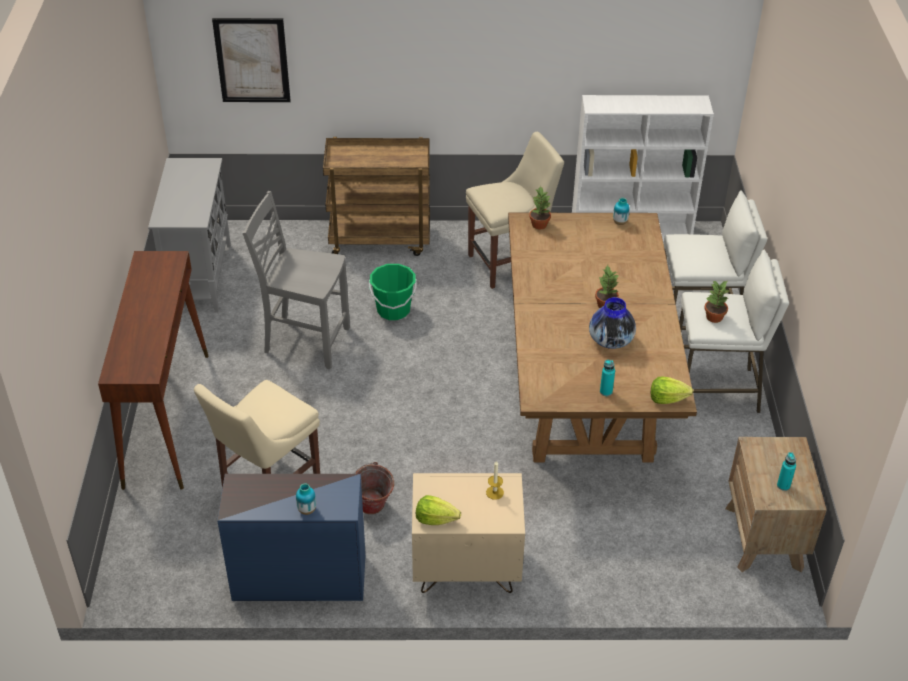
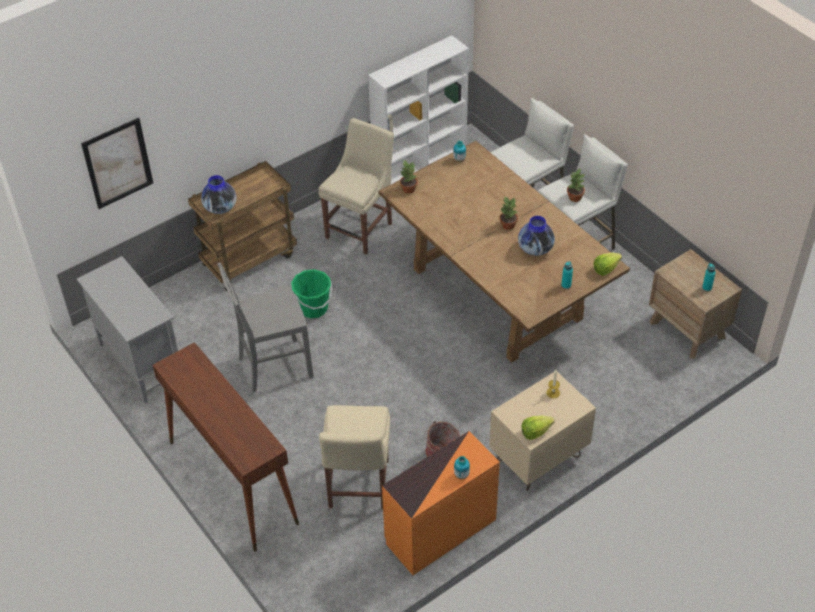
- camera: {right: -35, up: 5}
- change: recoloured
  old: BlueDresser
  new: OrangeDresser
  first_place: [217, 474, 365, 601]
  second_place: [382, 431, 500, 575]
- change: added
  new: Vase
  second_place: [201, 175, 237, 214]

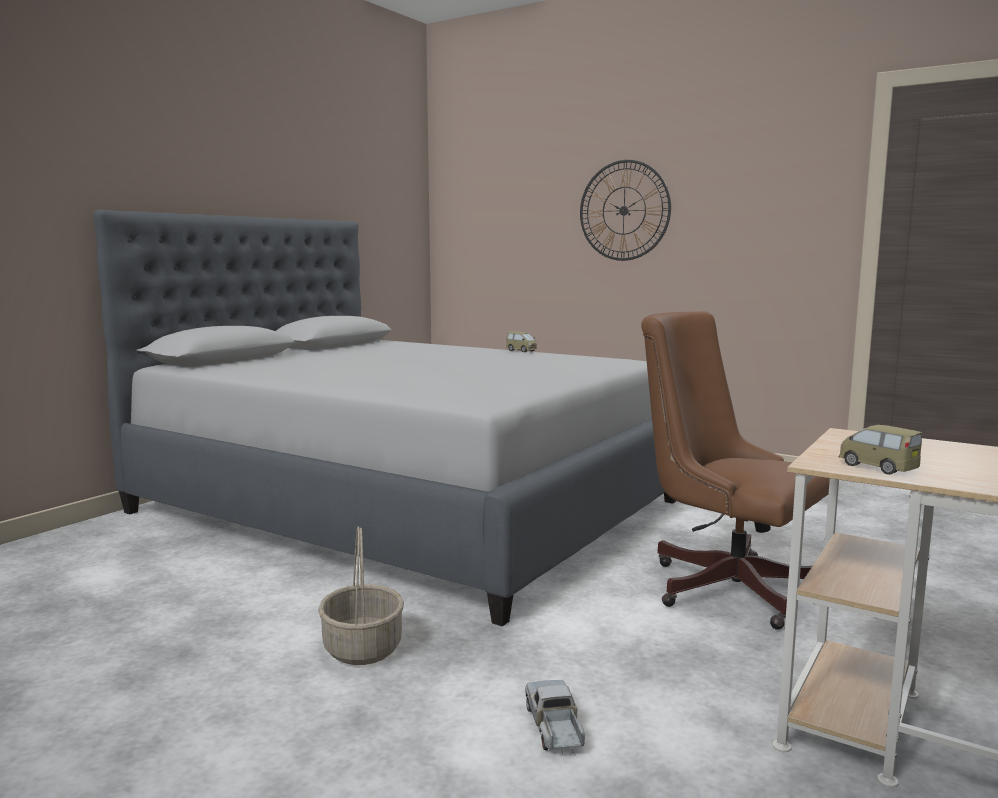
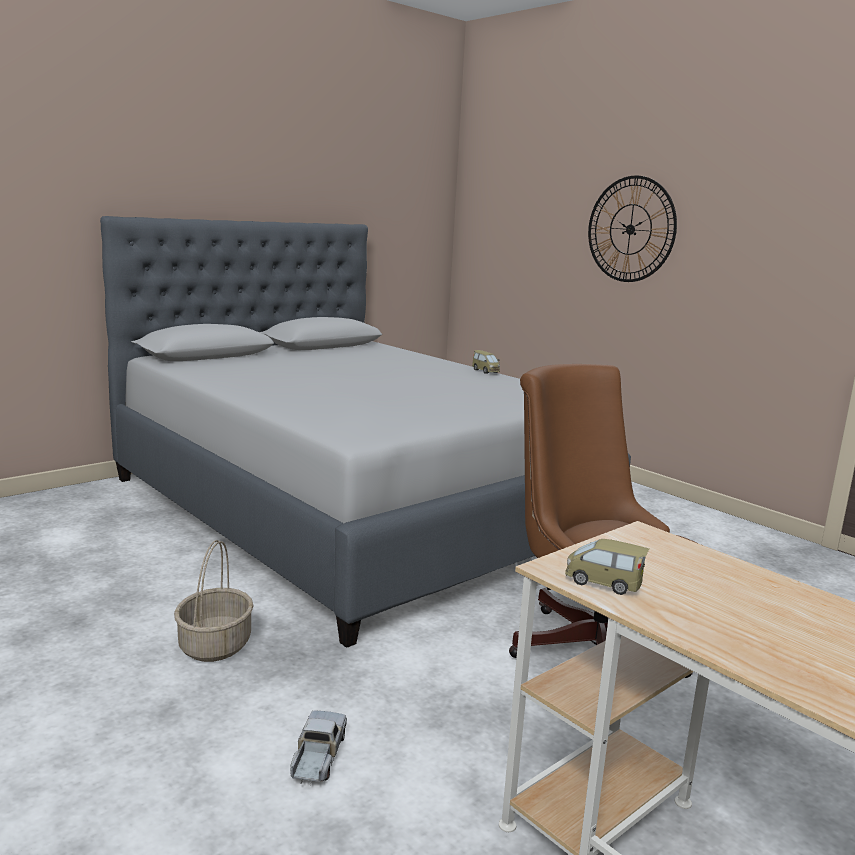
- camera: {right: 15, up: 5}
- change: turned
  old: ToyCar
  first_place: [838, 425, 924, 475]
  second_place: [565, 539, 649, 595]
  degrees: -45

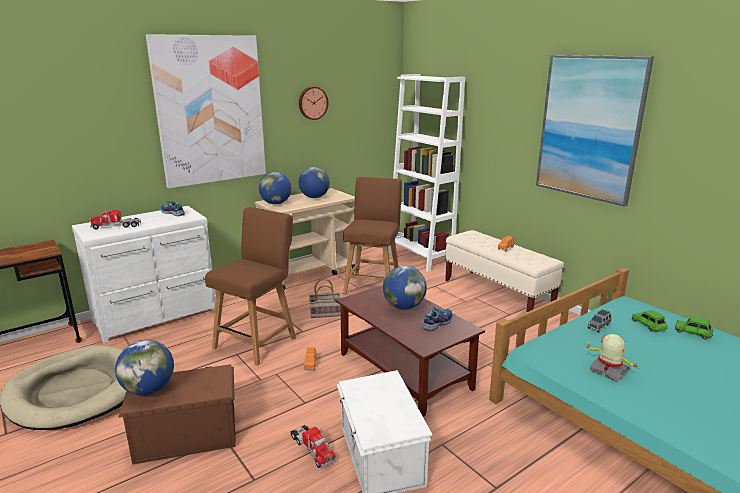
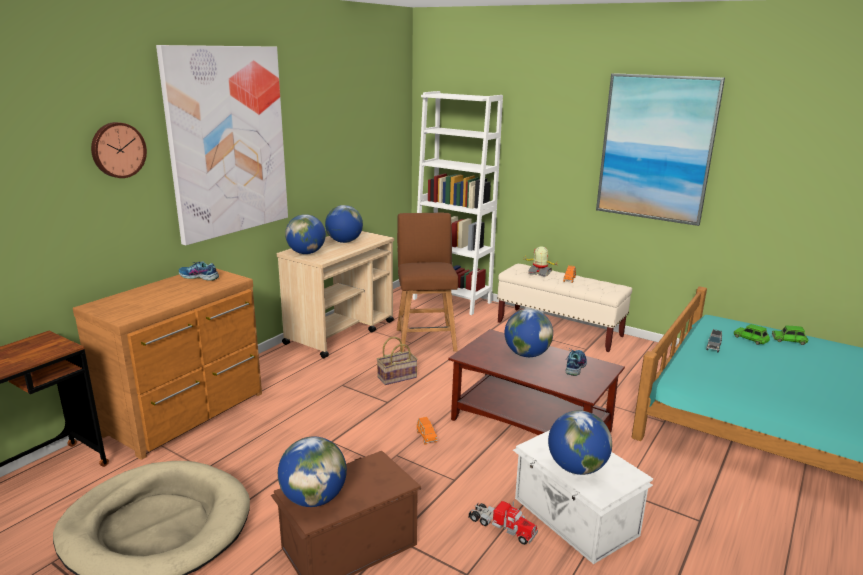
- camera: {right: -20, up: 0}
- change: moved
  old: WallClock
  first_place: [299, 86, 328, 120]
  second_place: [91, 122, 147, 178]
- change: recoloured
  old: WhiteDresser
  new: BrownDresser
  first_place: [72, 206, 216, 343]
  second_place: [73, 268, 262, 460]
- change: removed
  old: BrownChair
  first_place: [205, 207, 296, 366]
- change: removed
  old: ToyTruck
  first_place: [90, 208, 141, 230]
- change: moved
  old: ToyRobot
  first_place: [584, 334, 640, 382]
  second_place: [524, 246, 557, 277]
- change: added
  new: Globe
  second_place: [548, 411, 612, 475]

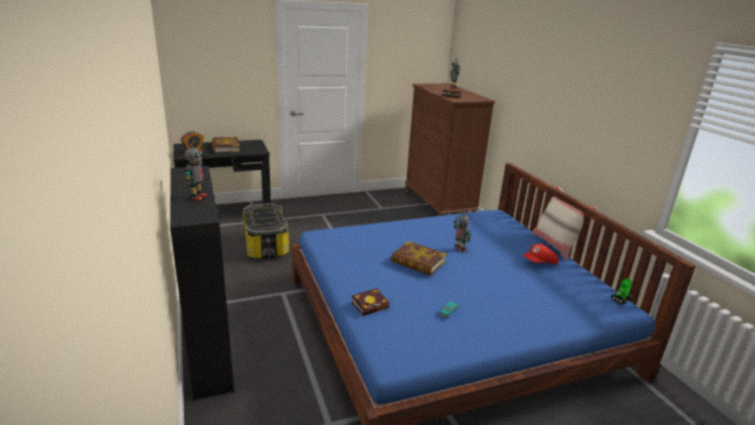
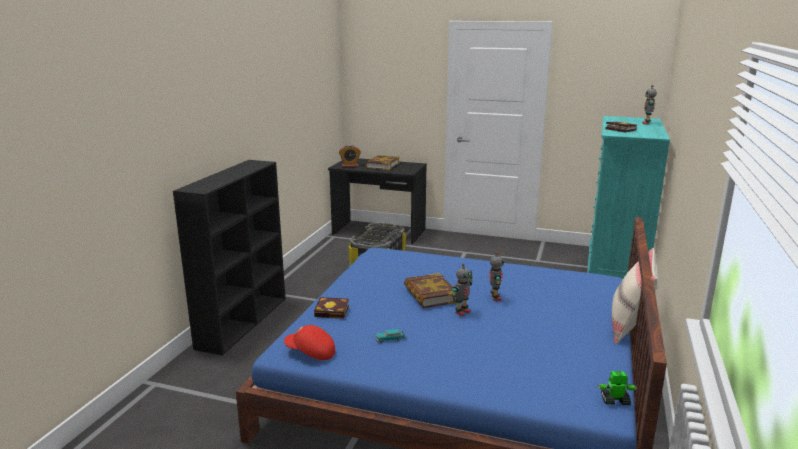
- camera: {right: 40, up: -5}
- change: recoloured
  old: BrownDresser
  new: TurquoiseDresser
  first_place: [405, 83, 495, 216]
  second_place: [587, 116, 670, 279]
- change: moved
  old: ToyRobot
  first_place: [185, 143, 207, 201]
  second_place: [452, 263, 473, 316]
- change: moved
  old: RedCap
  first_place: [523, 244, 559, 264]
  second_place: [284, 325, 335, 360]

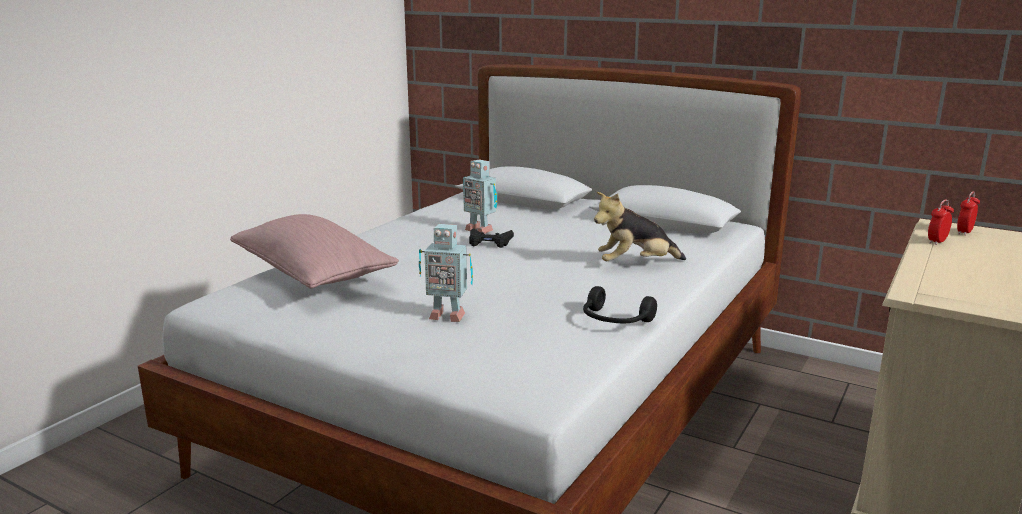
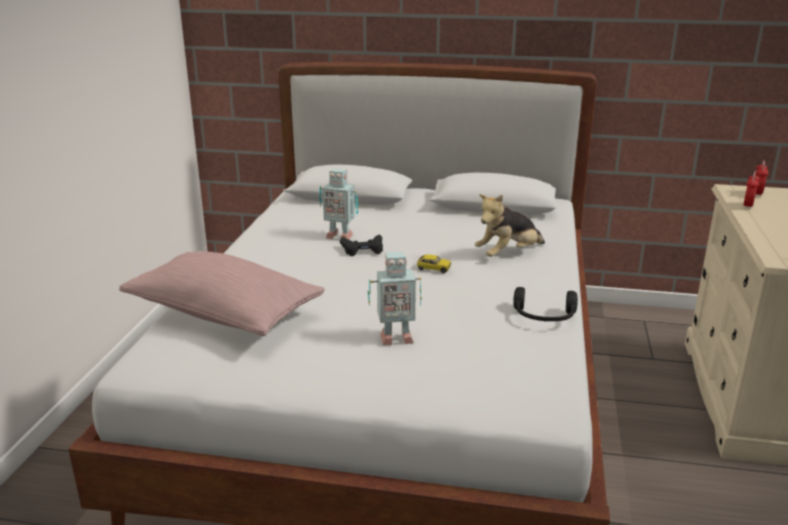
- camera: {right: -20, up: 5}
- change: added
  new: ToyCar
  second_place: [417, 254, 451, 273]

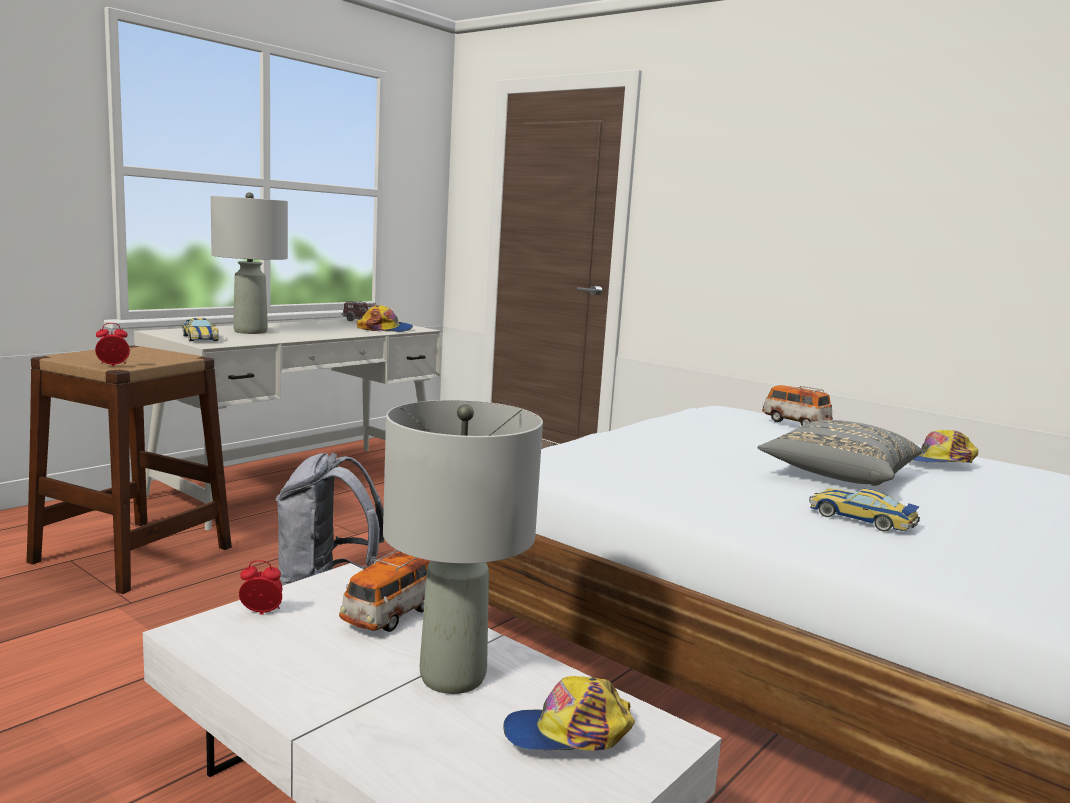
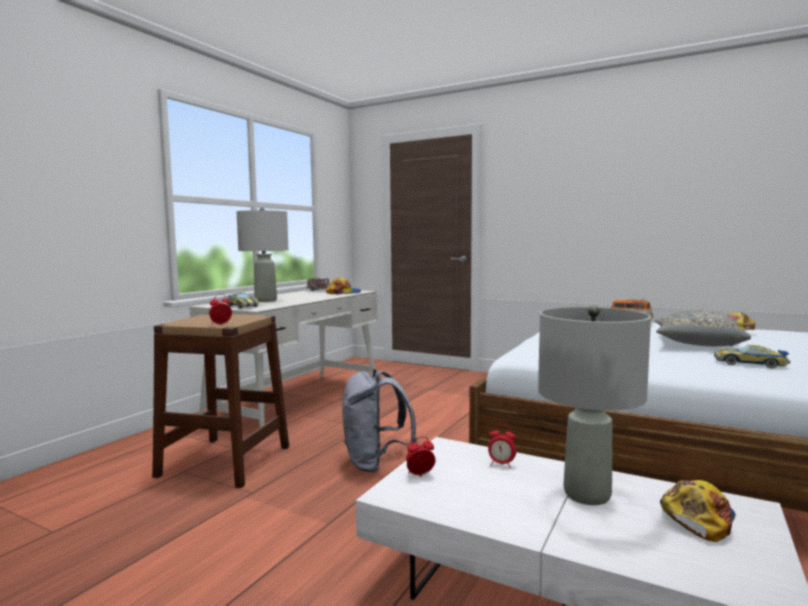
- camera: {right: -10, up: -5}
- change: replaced
  old: ToyCar
  new: AlarmClock
  first_place: [339, 550, 430, 632]
  second_place: [488, 424, 517, 468]
- change: turned
  old: Cap
  first_place: [504, 676, 635, 751]
  second_place: [660, 480, 736, 542]
  degrees: 150

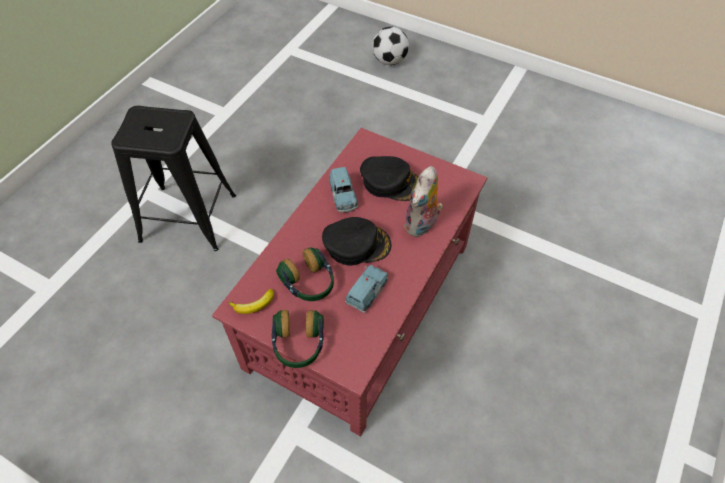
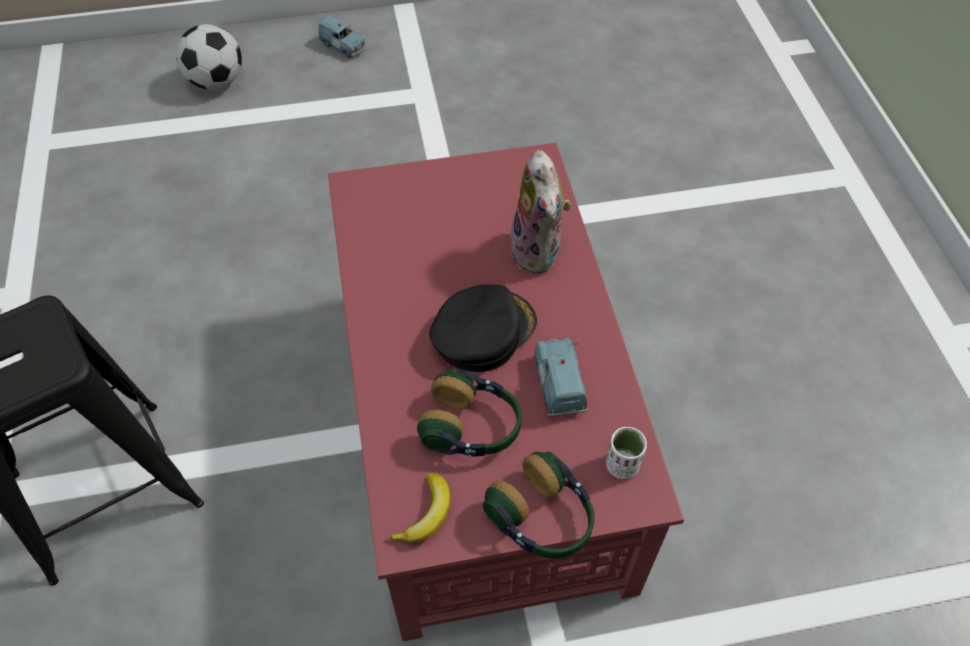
- camera: {right: -40, up: 0}
- change: removed
  old: BlackCap
  first_place: [360, 156, 418, 201]
- change: moved
  old: BlueToyCar
  first_place: [329, 167, 358, 213]
  second_place: [319, 16, 366, 58]
- change: added
  new: WhiteCup
  second_place: [606, 427, 647, 479]

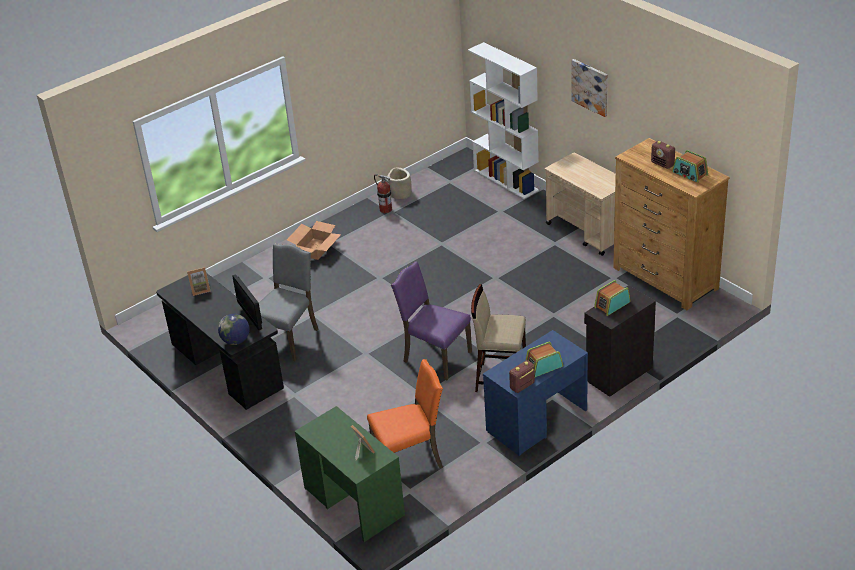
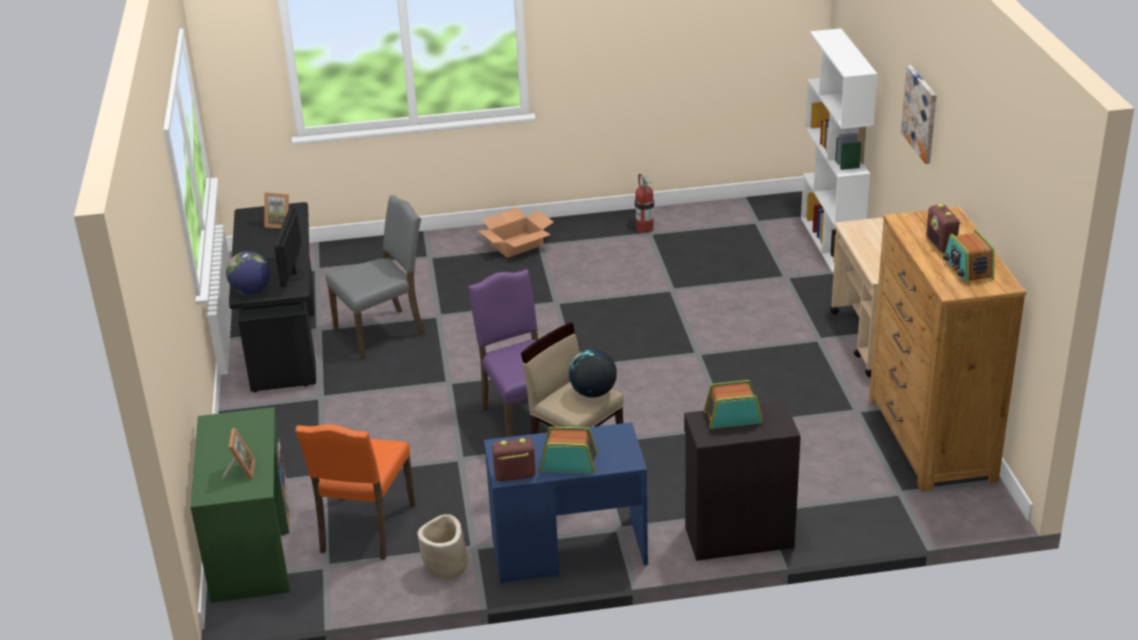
- camera: {right: 30, up: -5}
- change: moved
  old: BeigePlanter
  first_place: [388, 167, 412, 199]
  second_place: [417, 514, 468, 580]
- change: turned
  old: OrangeChair
  first_place: [367, 359, 443, 468]
  second_place: [296, 424, 416, 560]
  degrees: 90
- change: added
  new: Globe
  second_place: [569, 349, 617, 398]

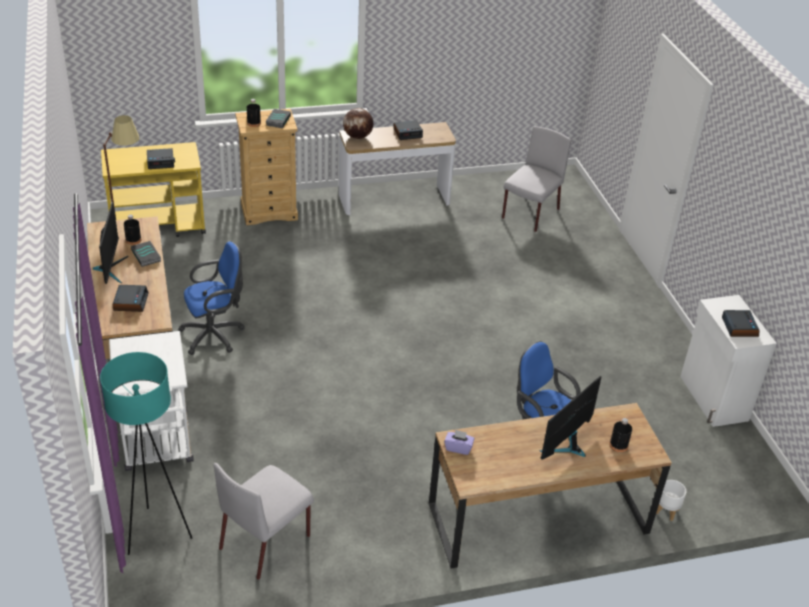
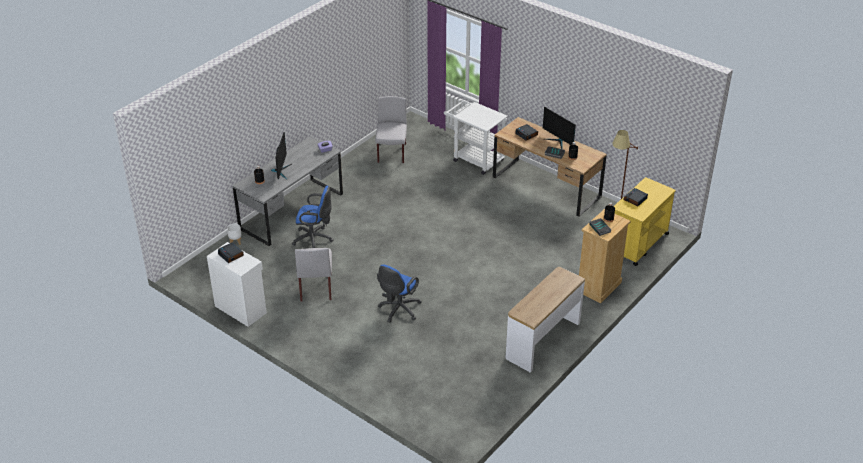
- camera: {right: 145, up: 0}
- change: removed
  old: Globe
  first_place: [343, 108, 373, 139]
- change: removed
  old: AlarmClock
  first_place: [393, 120, 423, 140]
- change: moved
  old: GreyChair
  first_place: [502, 126, 571, 232]
  second_place: [295, 248, 332, 302]
- change: moved
  old: BlueOfficeChair
  first_place: [178, 242, 245, 355]
  second_place: [377, 264, 422, 323]
- change: removed
  old: TurquoiseFloorLamp
  first_place: [100, 352, 192, 555]
- change: recoloured
  old: BrownDesk
  new: GreyDesk
  first_place: [429, 403, 672, 569]
  second_place: [233, 137, 343, 246]

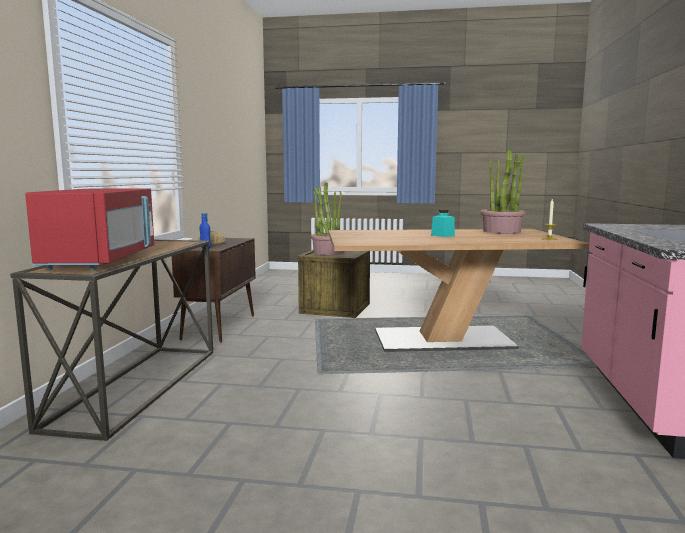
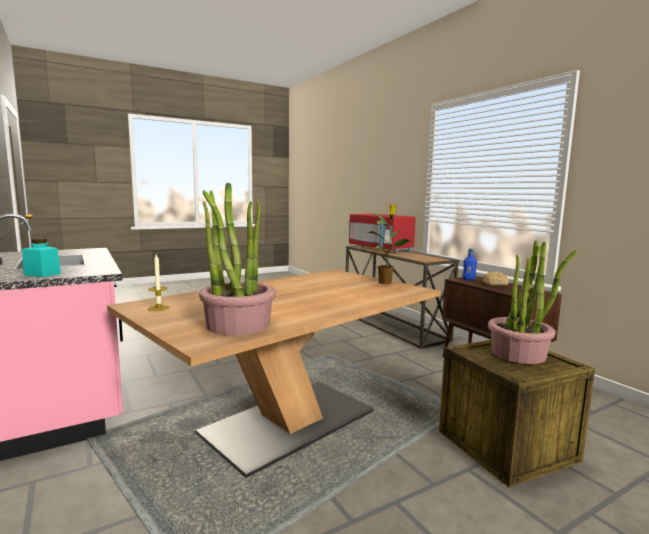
- camera: {right: 140, up: 0}
- change: moved
  old: TurquoiseJar
  first_place: [431, 209, 455, 237]
  second_place: [22, 238, 61, 277]
- change: added
  new: PottedPlant
  second_place: [367, 205, 411, 284]

